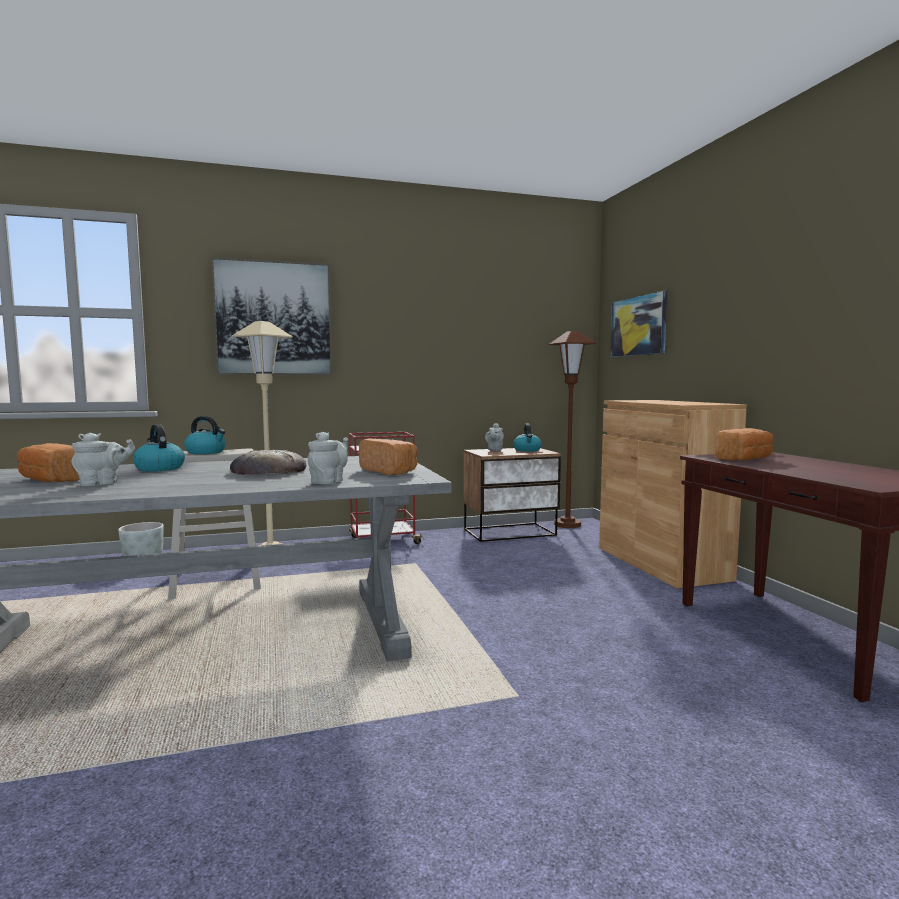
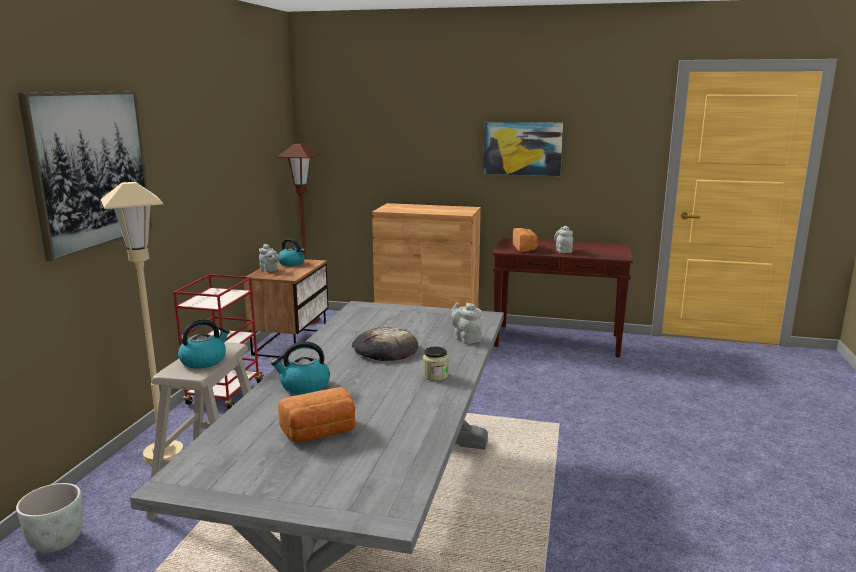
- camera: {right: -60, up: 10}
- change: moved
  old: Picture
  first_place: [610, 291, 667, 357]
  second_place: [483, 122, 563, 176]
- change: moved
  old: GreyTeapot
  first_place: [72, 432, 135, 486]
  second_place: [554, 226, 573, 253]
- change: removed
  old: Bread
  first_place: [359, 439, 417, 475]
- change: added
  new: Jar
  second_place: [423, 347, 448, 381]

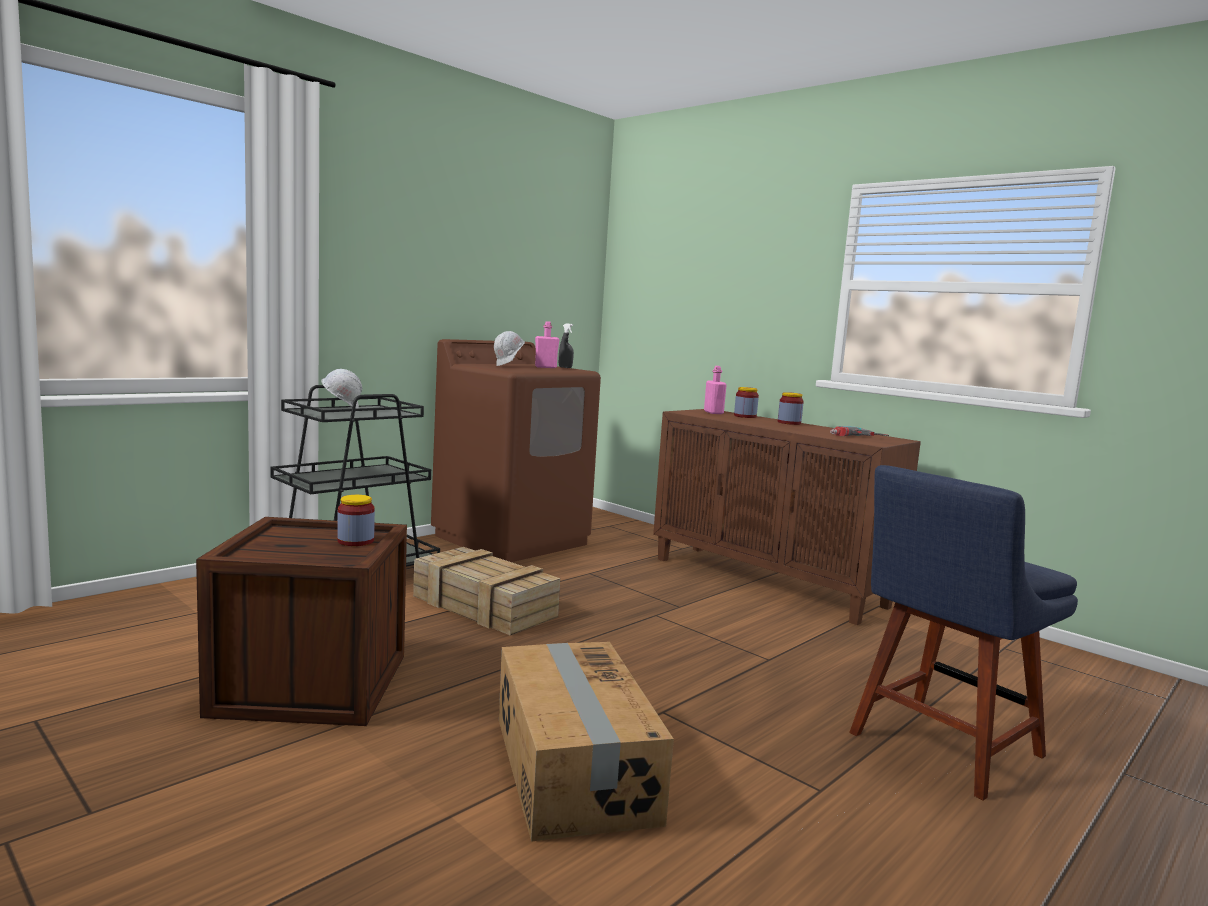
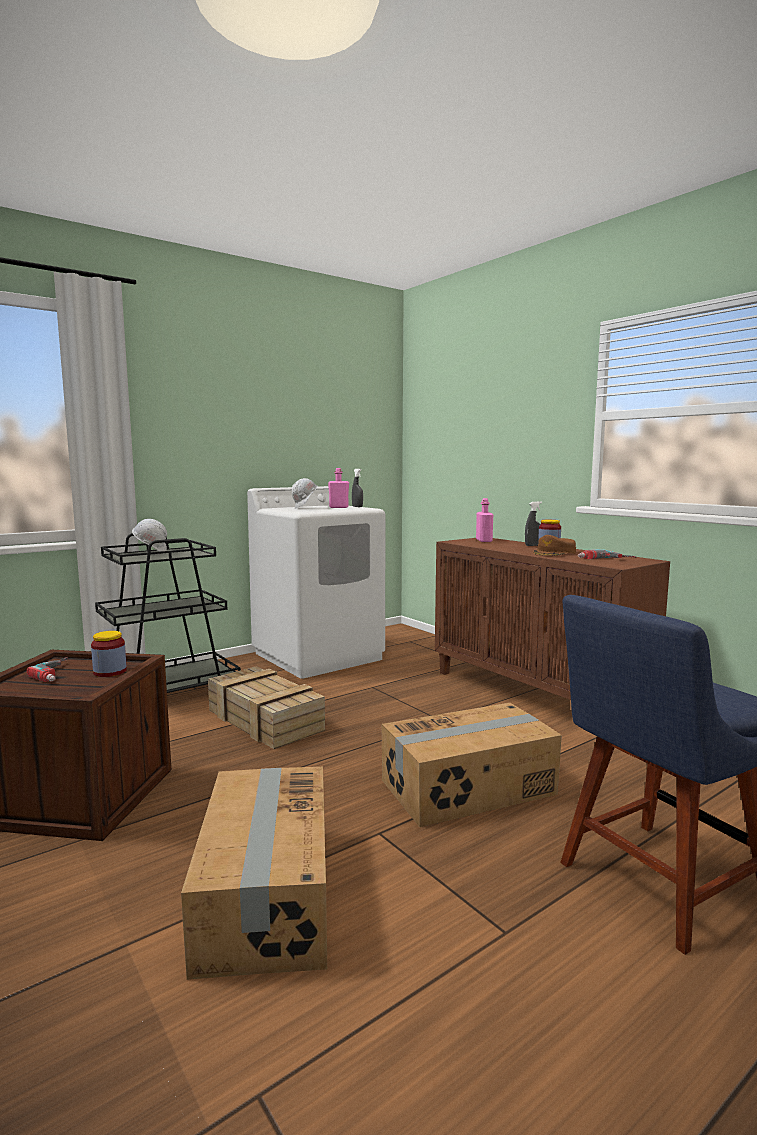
- camera: {right: 10, up: 0}
- change: recoloured
  old: BrownWashingMachine
  new: WhiteWashingMachine
  first_place: [431, 339, 601, 562]
  second_place: [247, 486, 385, 679]
- change: removed
  old: Jar
  first_place: [734, 387, 759, 418]
- change: added
  new: GreySprayBottle
  second_place: [525, 501, 542, 546]
- change: added
  new: BrownCap
  second_place: [532, 535, 576, 556]
- change: added
  new: PowerDrill
  second_place: [27, 657, 68, 682]
- change: added
  new: CardboardBox
  second_place: [381, 703, 562, 827]

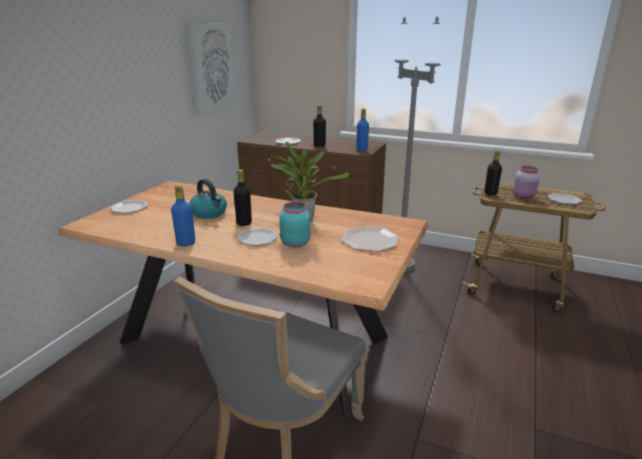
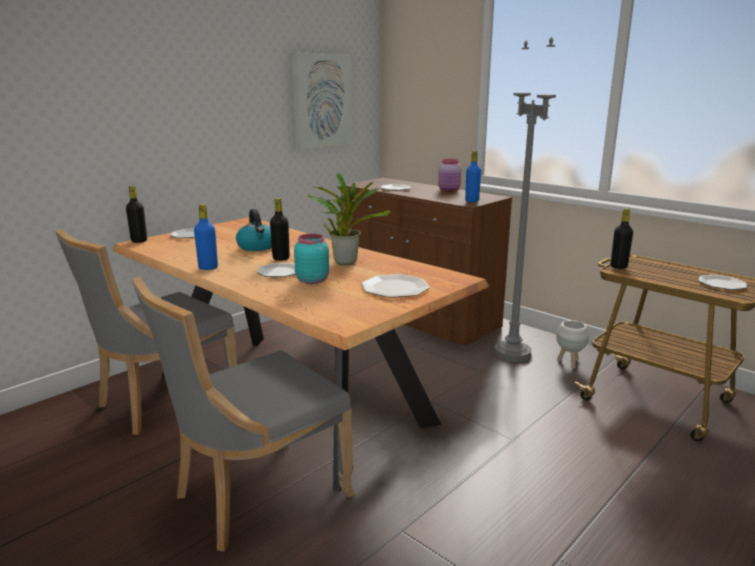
- camera: {right: 20, up: -5}
- change: moved
  old: BlackBottle
  first_place: [313, 106, 326, 147]
  second_place: [126, 186, 147, 243]
- change: moved
  old: PinkJar
  first_place: [513, 166, 540, 199]
  second_place: [438, 159, 461, 192]
- change: added
  new: GreyChair
  second_place: [55, 229, 237, 435]
- change: added
  new: WhitePlanter
  second_place: [556, 320, 589, 369]

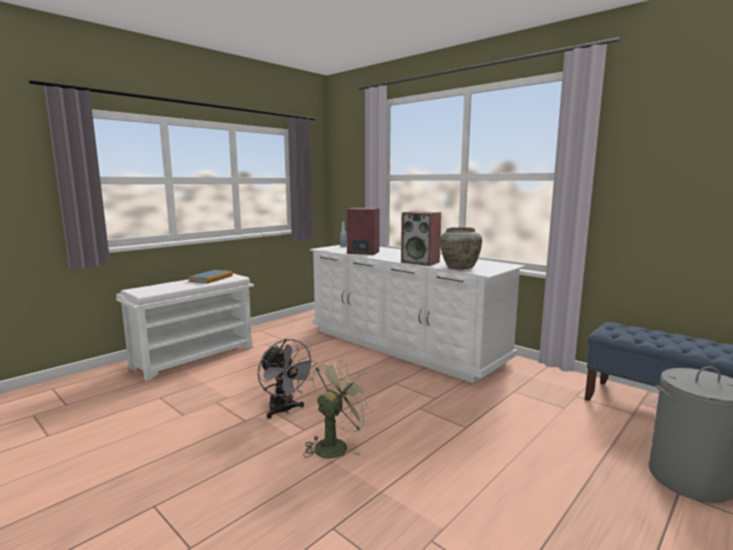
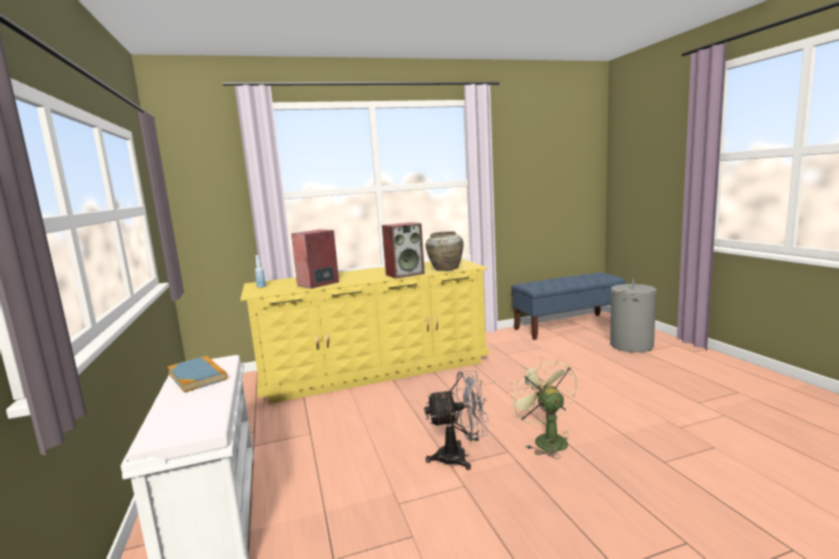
- camera: {right: -60, up: 0}
- change: recoloured
  old: WhiteDresser
  new: YellowDresser
  first_place: [310, 245, 526, 383]
  second_place: [241, 258, 489, 404]

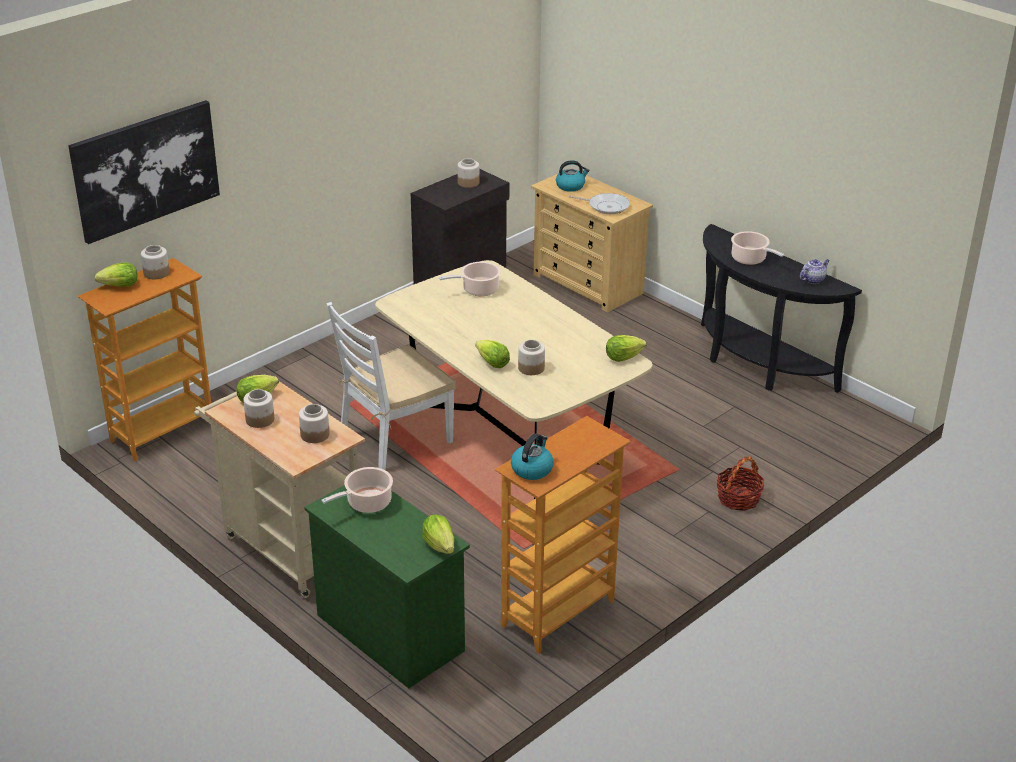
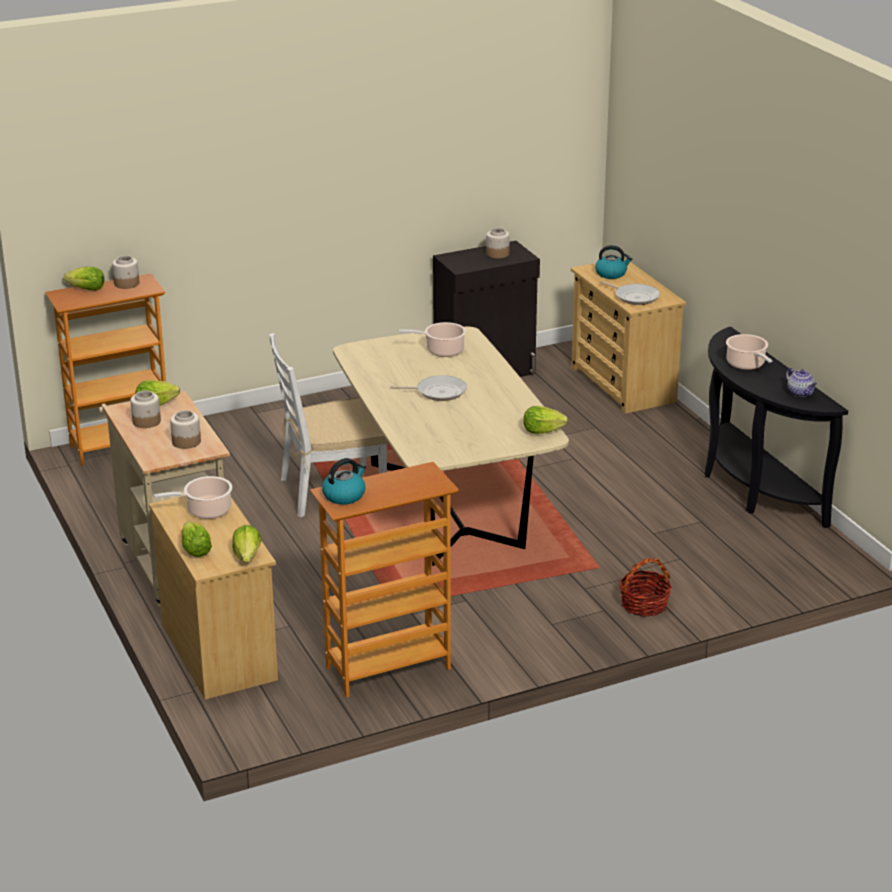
- camera: {right: 20, up: -5}
- change: removed
  old: Picture
  first_place: [68, 100, 220, 244]
- change: turned
  old: Teapot
  first_place: [800, 259, 830, 284]
  second_place: [786, 368, 817, 397]
  degrees: 75
- change: moved
  old: Lettuce
  first_place: [475, 340, 510, 368]
  second_place: [181, 521, 212, 557]
- change: removed
  old: Jar
  first_place: [518, 340, 545, 375]
- change: recoloured
  old: GreenDresser
  new: BeigeDresser
  first_place: [304, 485, 470, 689]
  second_place: [149, 496, 278, 699]
- change: added
  new: FryingPan
  second_place: [390, 375, 467, 401]

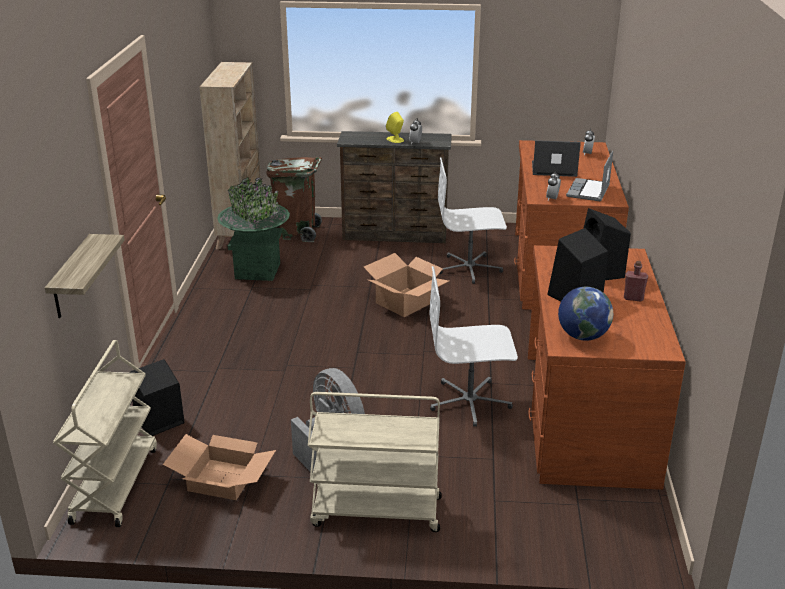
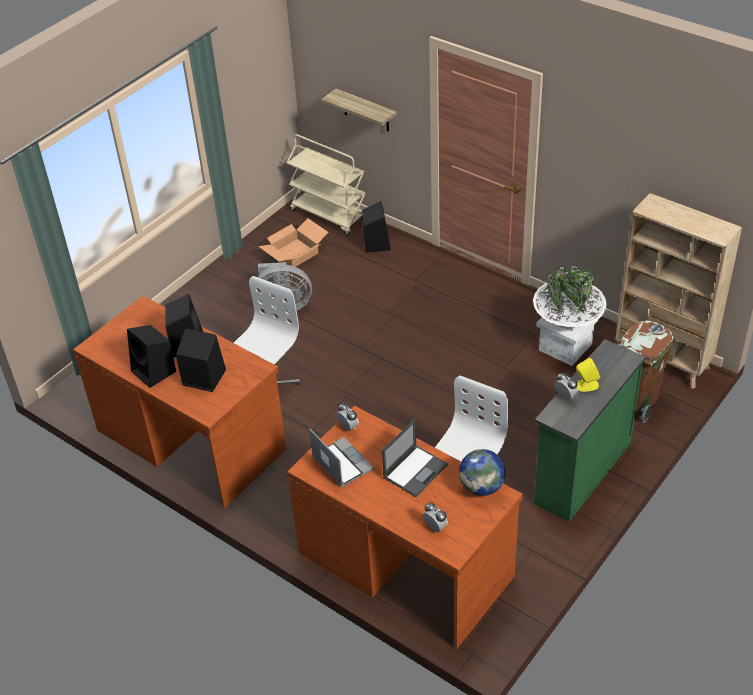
- camera: {right: 125, up: 15}
- change: recoloured
  old: BrownDresser
  new: GreenDresser
  first_place: [337, 131, 452, 243]
  second_place: [534, 339, 646, 522]
- change: recoloured
  old: GreenPlanter
  new: WhitePlanter
  first_place: [217, 177, 290, 281]
  second_place: [533, 265, 607, 366]
- change: removed
  old: CardboardBox
  first_place: [364, 253, 449, 317]
- change: replaced
  old: RedBottle
  new: BlackSpeaker
  first_place: [624, 261, 648, 302]
  second_place: [127, 325, 176, 388]
- change: moved
  old: Globe
  first_place: [558, 287, 613, 341]
  second_place: [459, 449, 506, 496]
- change: removed
  old: BeigeCart
  first_place: [308, 392, 442, 532]

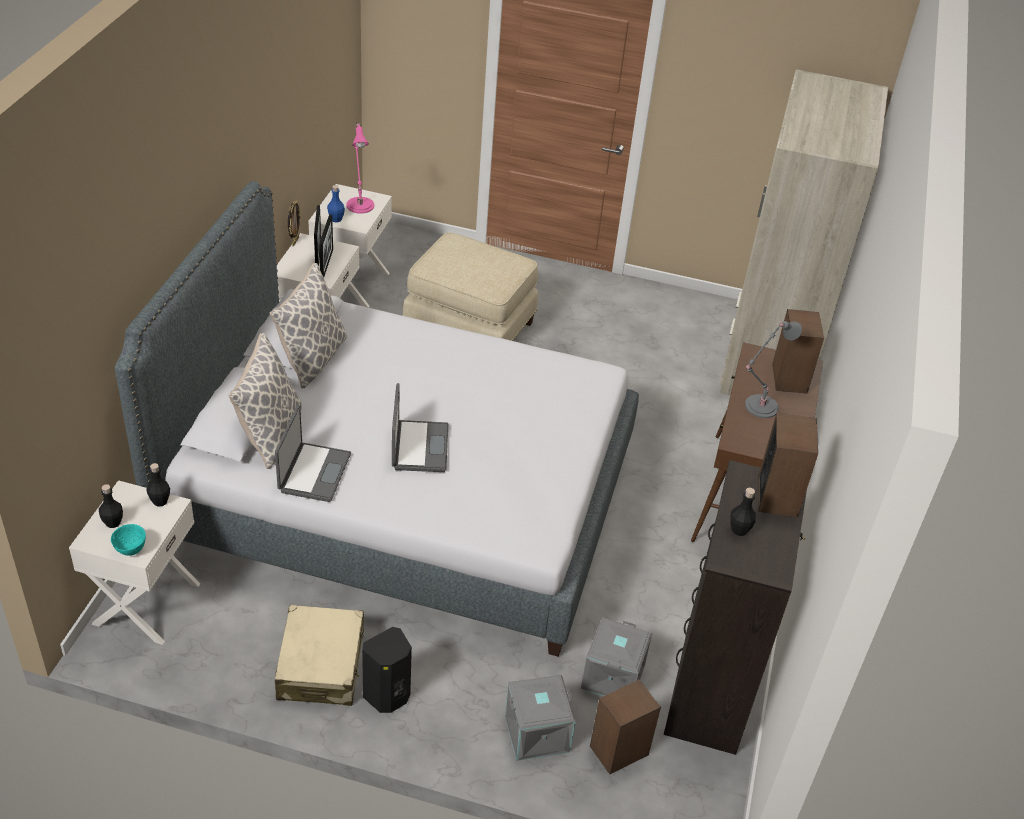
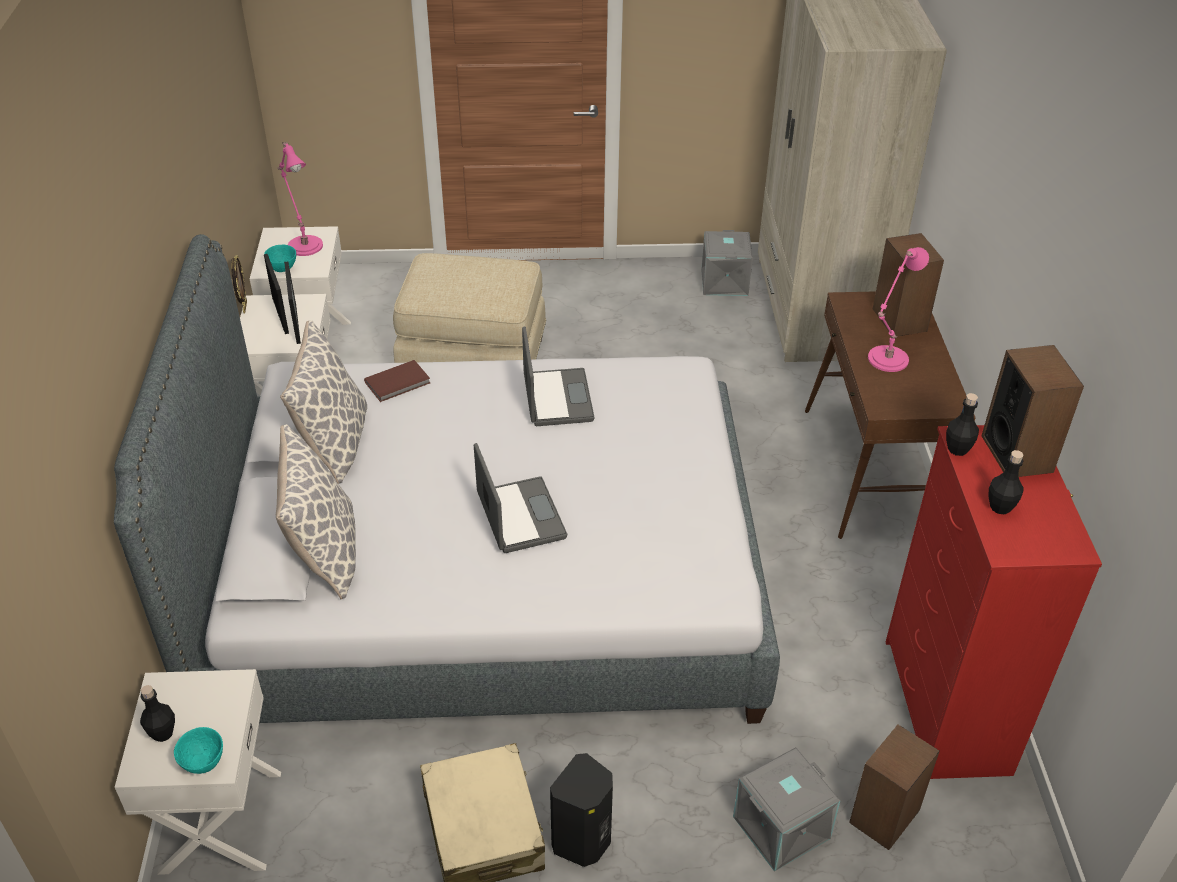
- camera: {right: -15, up: 0}
- change: replaced
  old: BlueBottle
  new: TurquoiseBowl
  first_place: [327, 185, 345, 223]
  second_place: [264, 245, 296, 272]
- change: recoloured
  old: GreyTableLamp
  new: PinkTableLamp
  first_place: [745, 321, 802, 418]
  second_place: [868, 247, 929, 372]
- change: moved
  old: Laptop
  first_place: [275, 405, 351, 502]
  second_place: [522, 327, 595, 426]
- change: recoloured
  old: BlackDresser
  new: RedDresser
  first_place: [664, 460, 807, 755]
  second_place: [886, 425, 1102, 779]
- change: moved
  old: BlackBottle
  first_place: [146, 463, 170, 507]
  second_place: [946, 393, 979, 456]
- change: moved
  old: GreyStorageBox
  first_place: [581, 617, 652, 696]
  second_place: [701, 230, 753, 296]
- change: added
  new: BrownBook
  second_place: [364, 360, 430, 402]

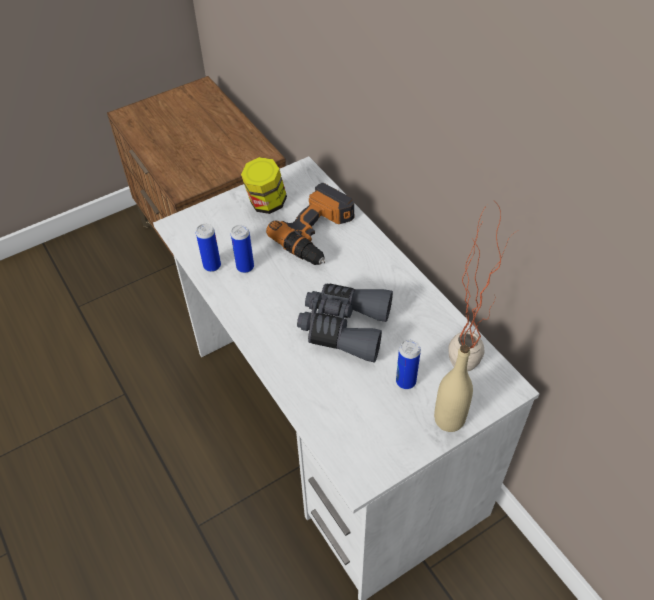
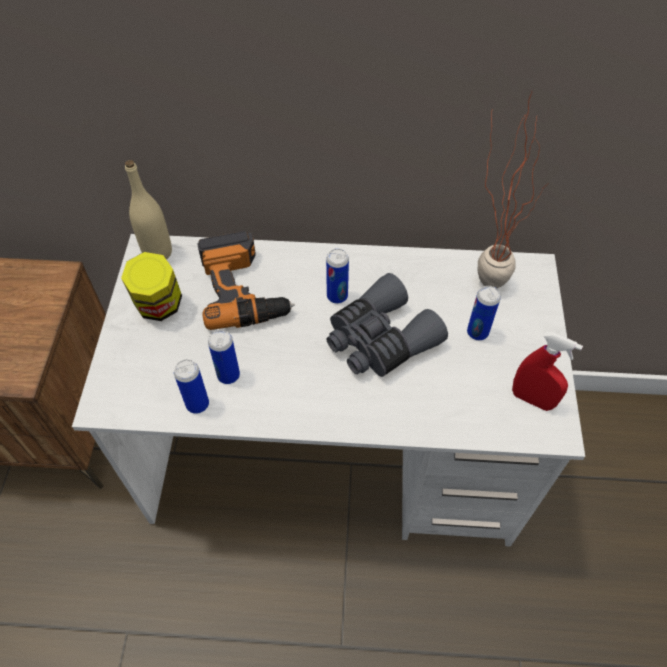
- camera: {right: -55, up: 5}
- change: moved
  old: BeigeBottle
  first_place: [434, 344, 473, 432]
  second_place: [125, 160, 172, 260]
- change: added
  new: Can
  second_place: [326, 249, 349, 304]
- change: added
  new: RedSprayBottle
  second_place: [512, 332, 583, 411]

